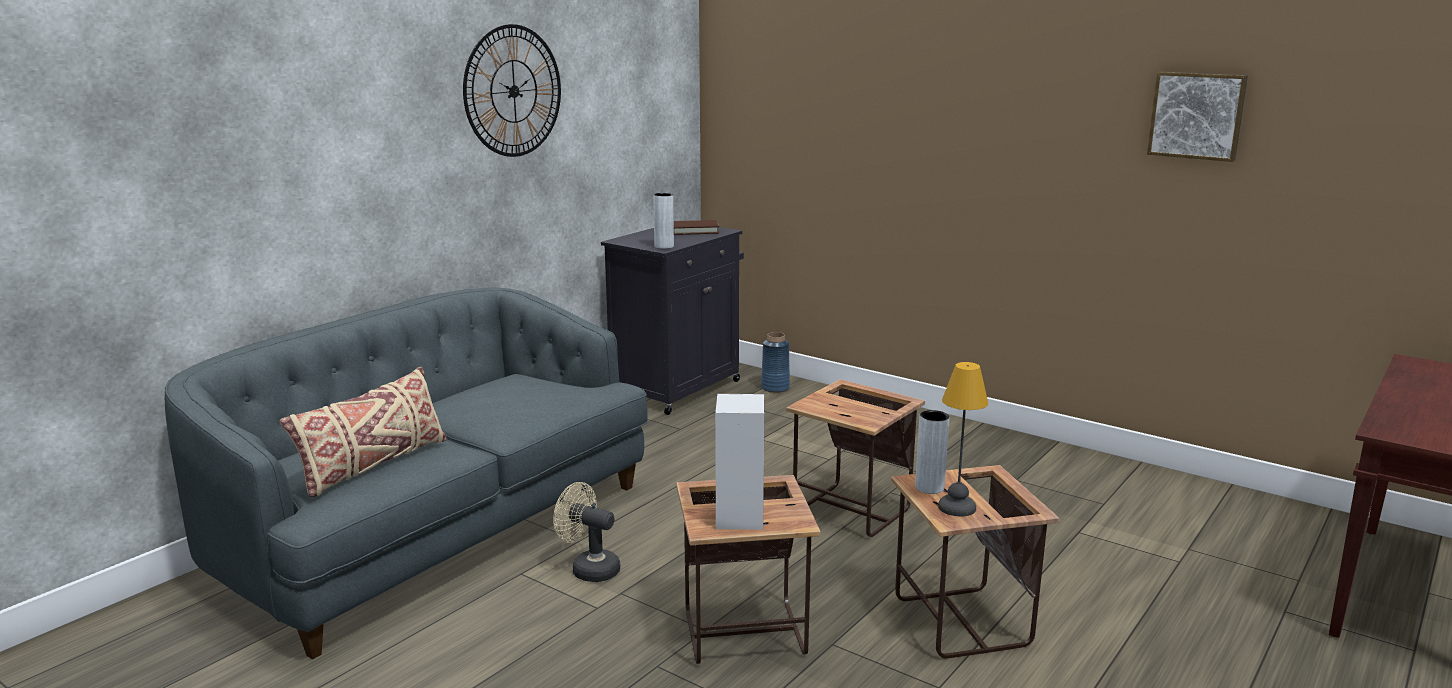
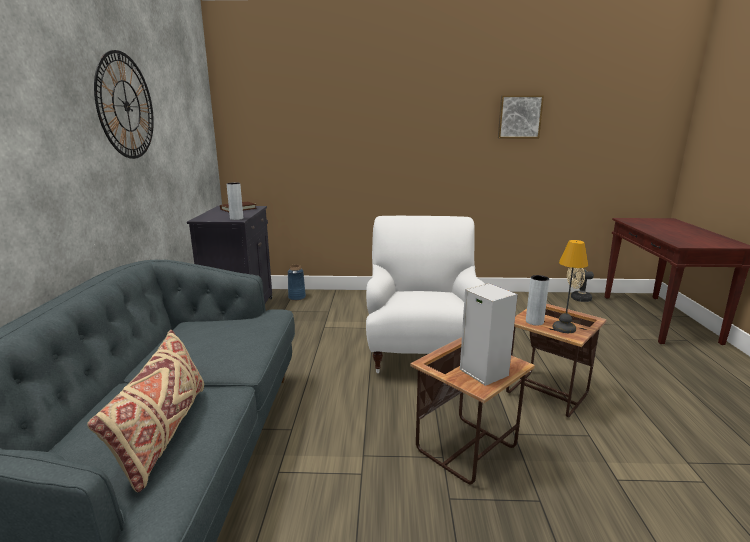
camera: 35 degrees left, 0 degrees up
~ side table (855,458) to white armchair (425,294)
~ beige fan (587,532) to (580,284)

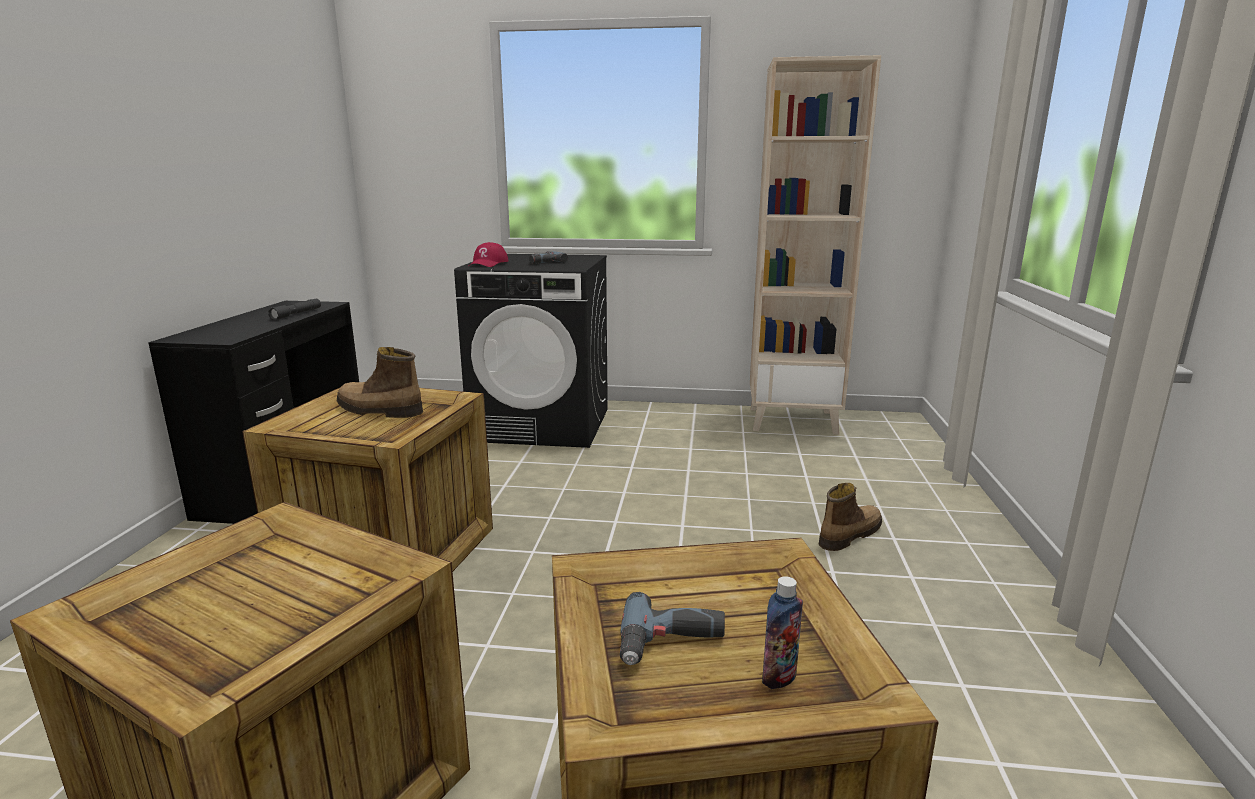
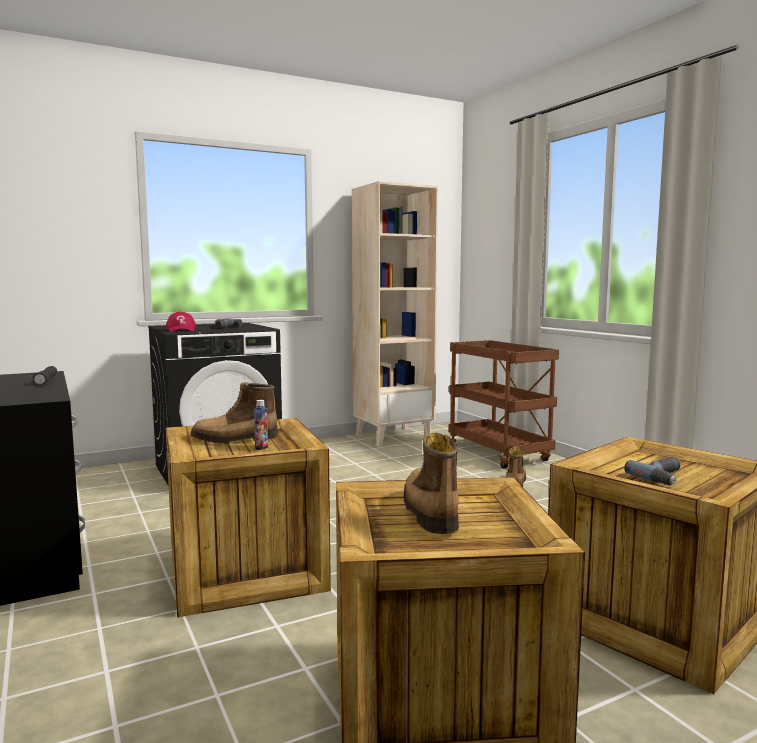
camera: 35 degrees left, 10 degrees down
~ bottle (782,632) to (261,425)
+ boot (431,483)
+ brown cart (504,404)

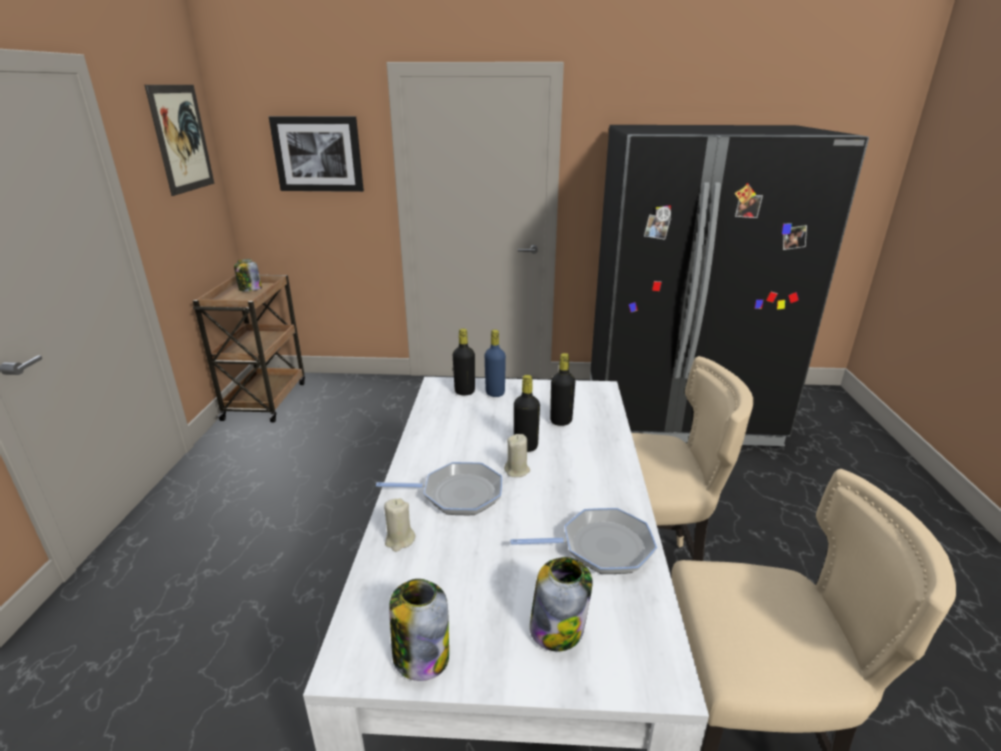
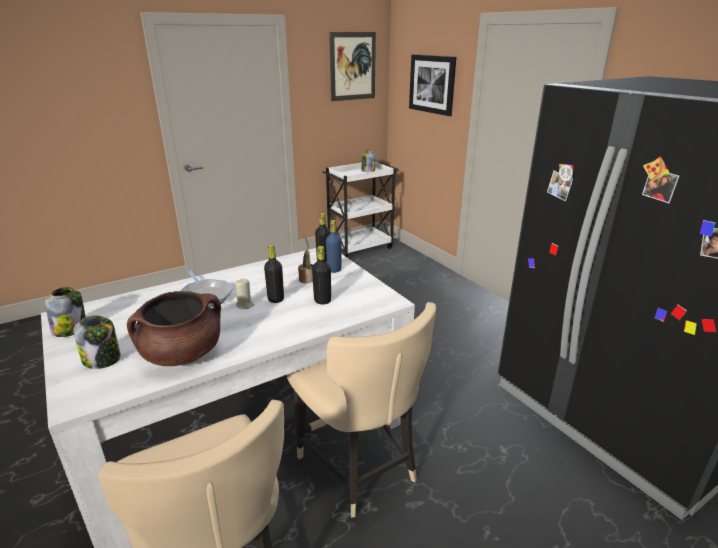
camera: 55 degrees right, 0 degrees up
~ frying pan (583,541) to brown cooking pot (174,328)
+ potted plant (305,258)
~ brown cart (249,348) to white cart (360,209)
- beige candle (399,525)

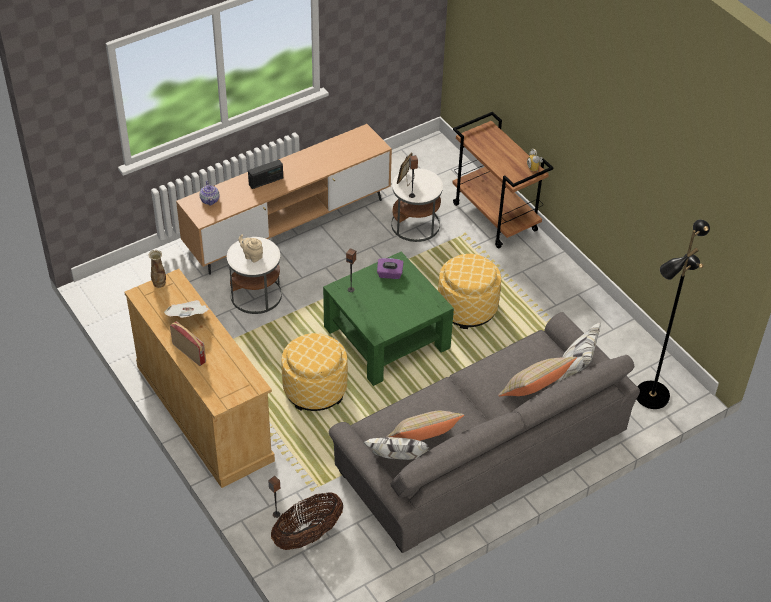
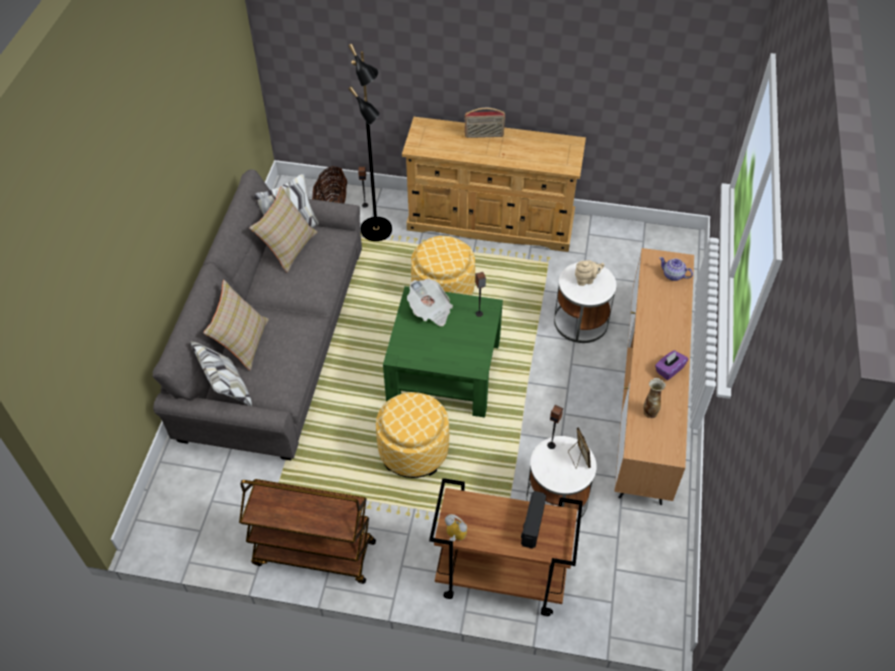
camera: 135 degrees right, 5 degrees up
+ brown cart (307,531)
~ black floor lamp (673,314) to (370,142)
~ newspaper (186,309) to (430,302)
~ radio (265,174) to (533,520)
~ vase (157,269) to (654,398)
~ purple tissue box (390,268) to (671,365)

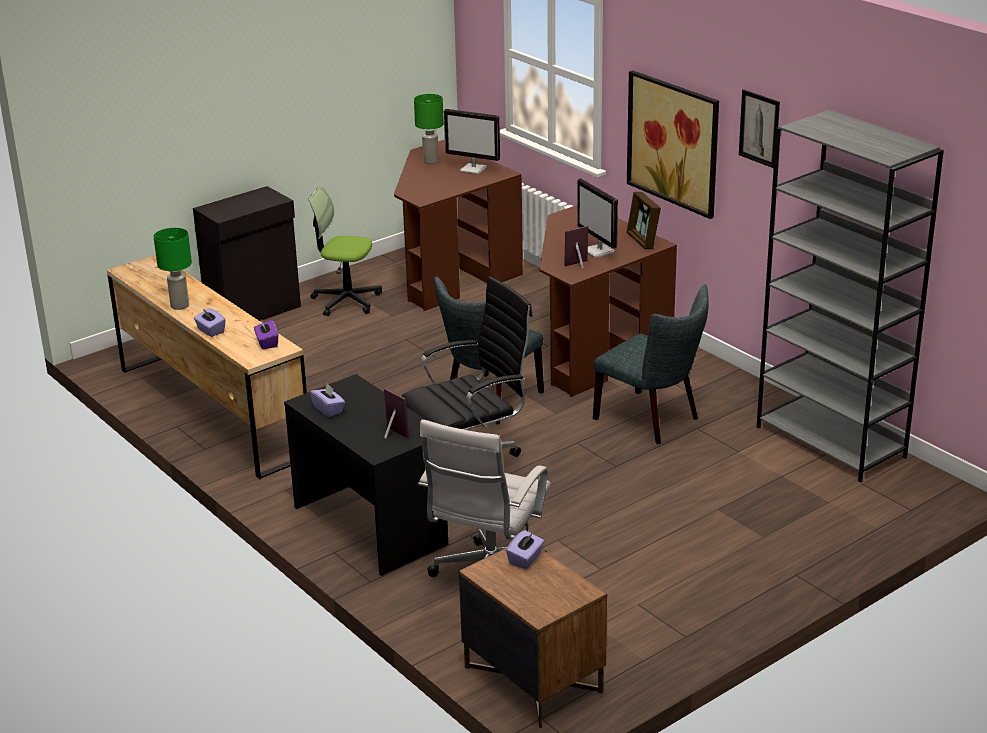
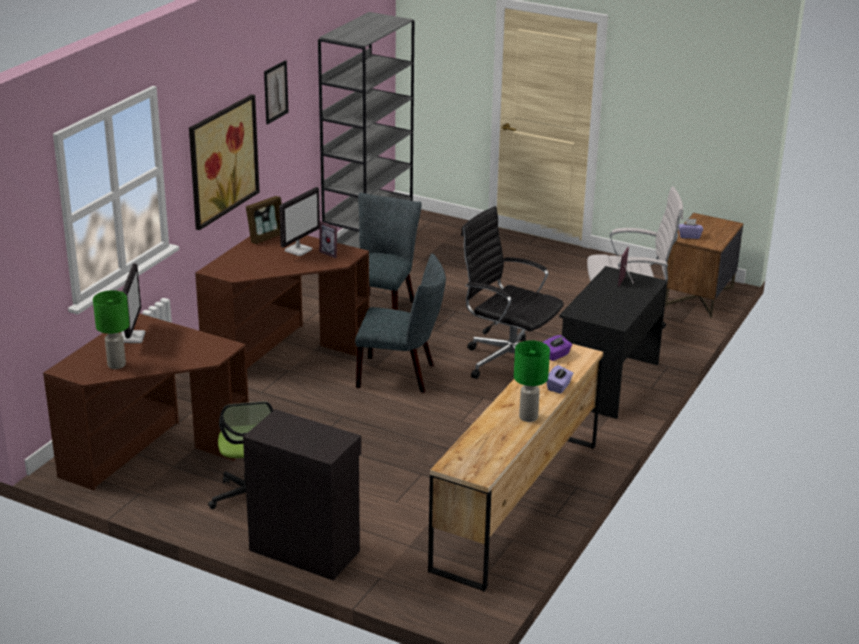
camera: 115 degrees left, 0 degrees up
- purple tissue box (327,400)

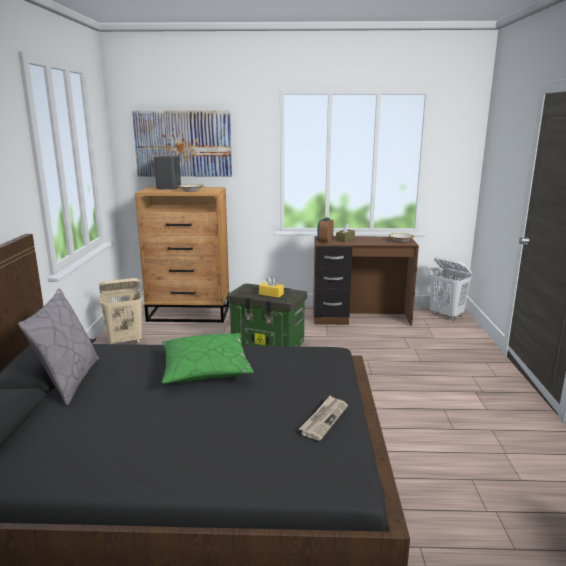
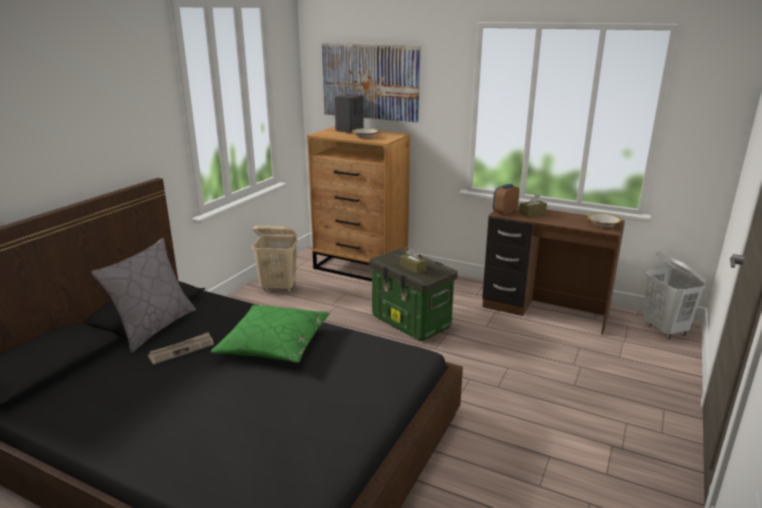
camera: 25 degrees right, 5 degrees up
~ newspaper (323,418) to (181,348)
~ yellow tissue box (271,287) to brown tissue box (413,261)

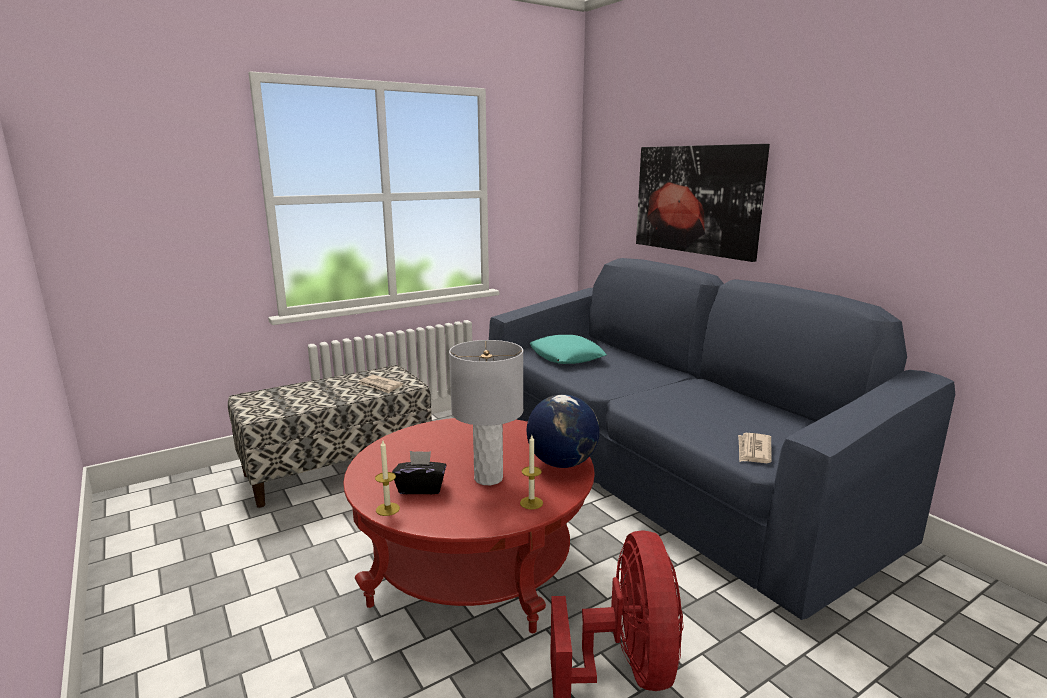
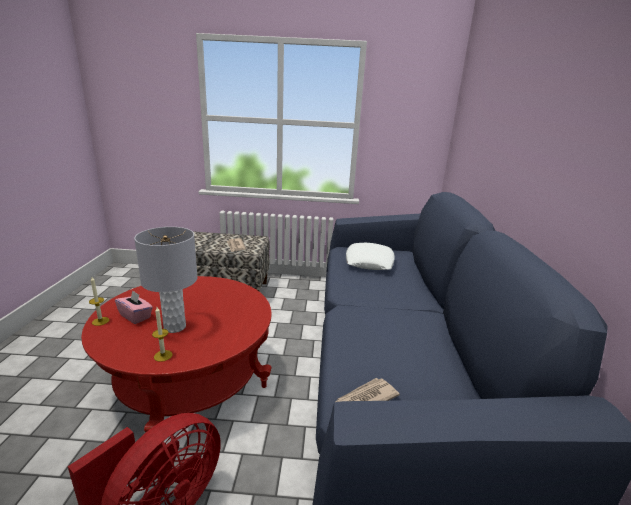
camera: 35 degrees right, 5 degrees up
~ black tissue box (419,472) to pink tissue box (134,307)
~ turquoise pillow (568,349) to white pillow (370,256)
- globe (563,431)
- picture (703,203)

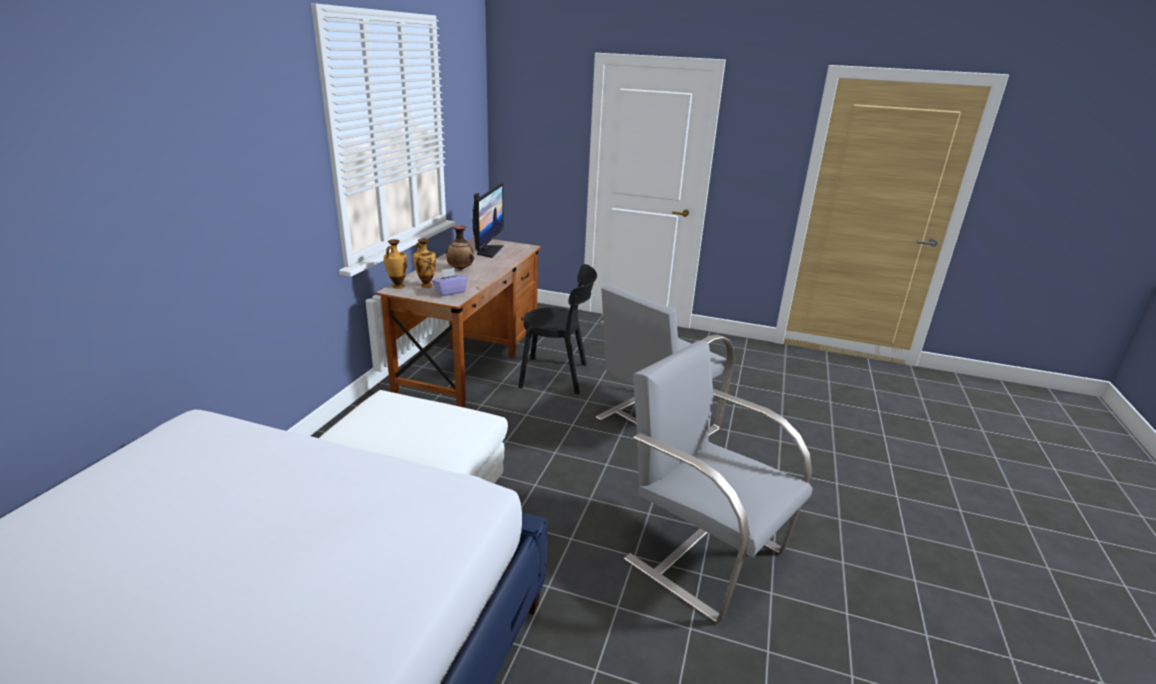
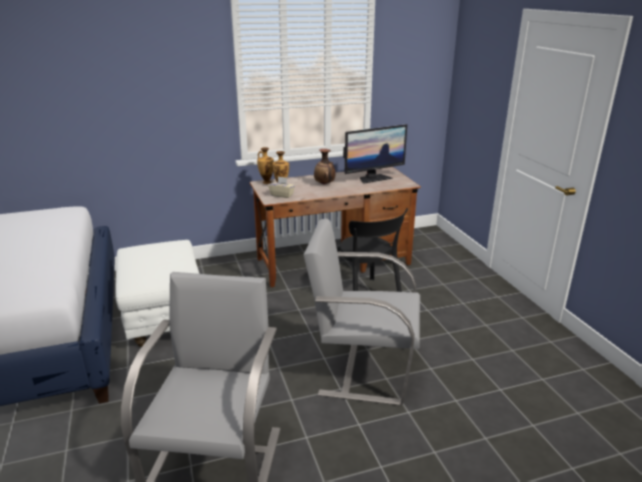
camera: 55 degrees right, 0 degrees up
~ purple tissue box (450,282) to beige tissue box (281,187)

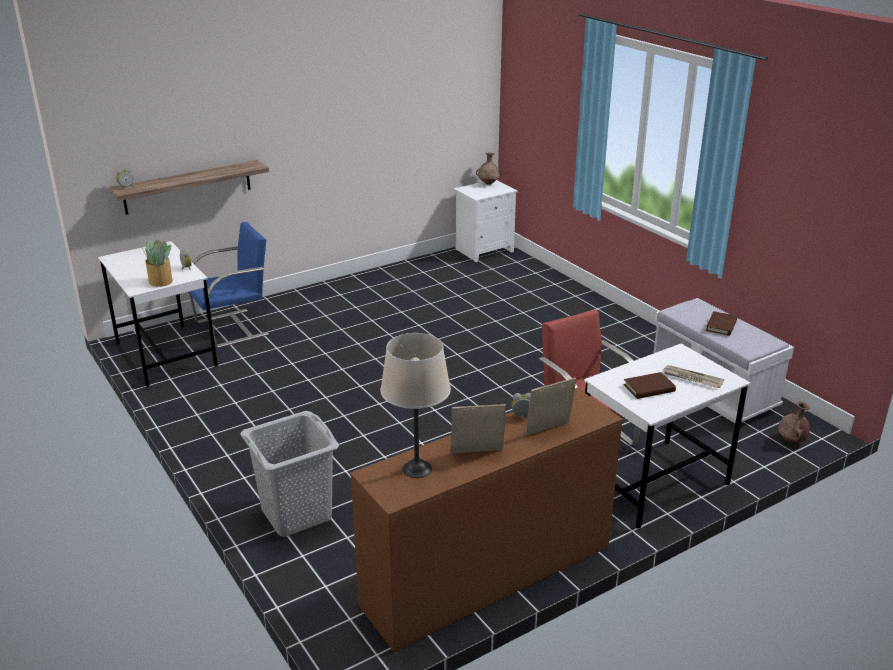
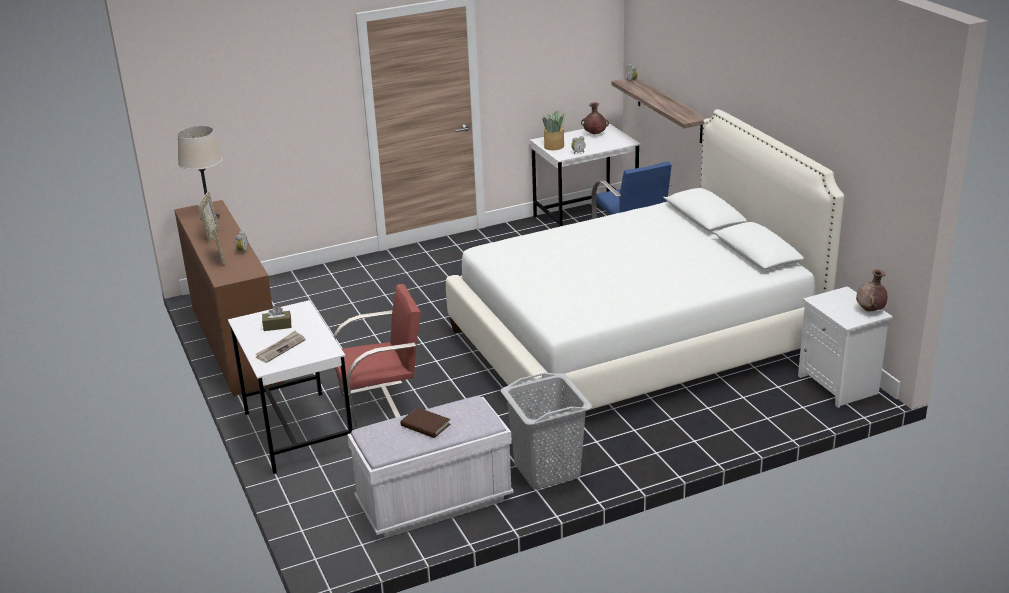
camera: 100 degrees right, 0 degrees up
~ brown book (650,385) to brown tissue box (277,318)
+ white bed (645,260)
~ grey laundry basket (289,474) to (546,430)
~ brown vase (794,422) to (595,118)

